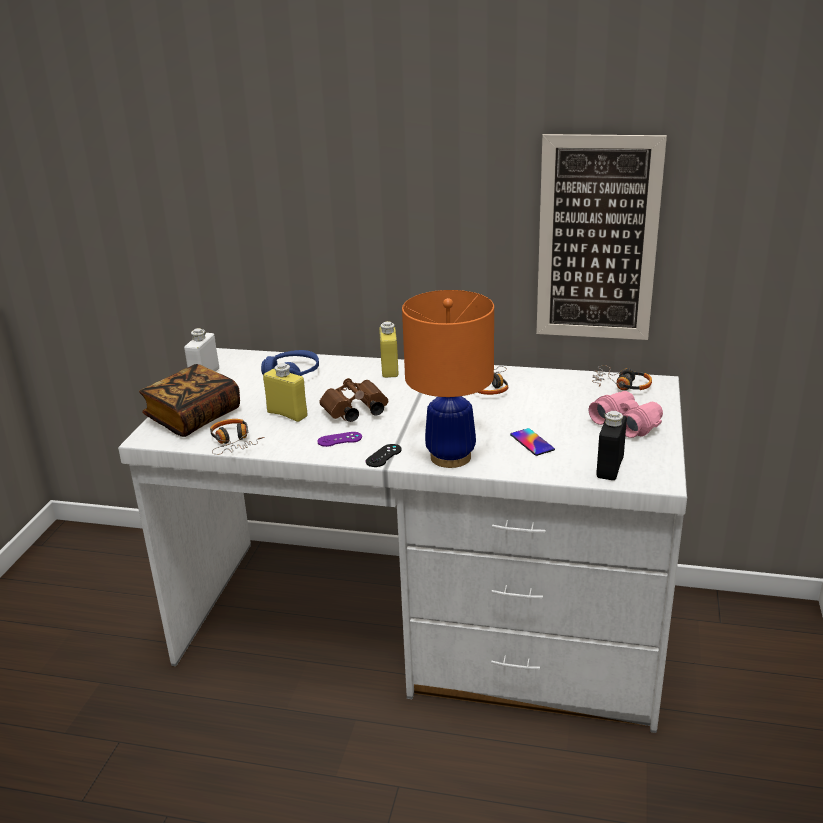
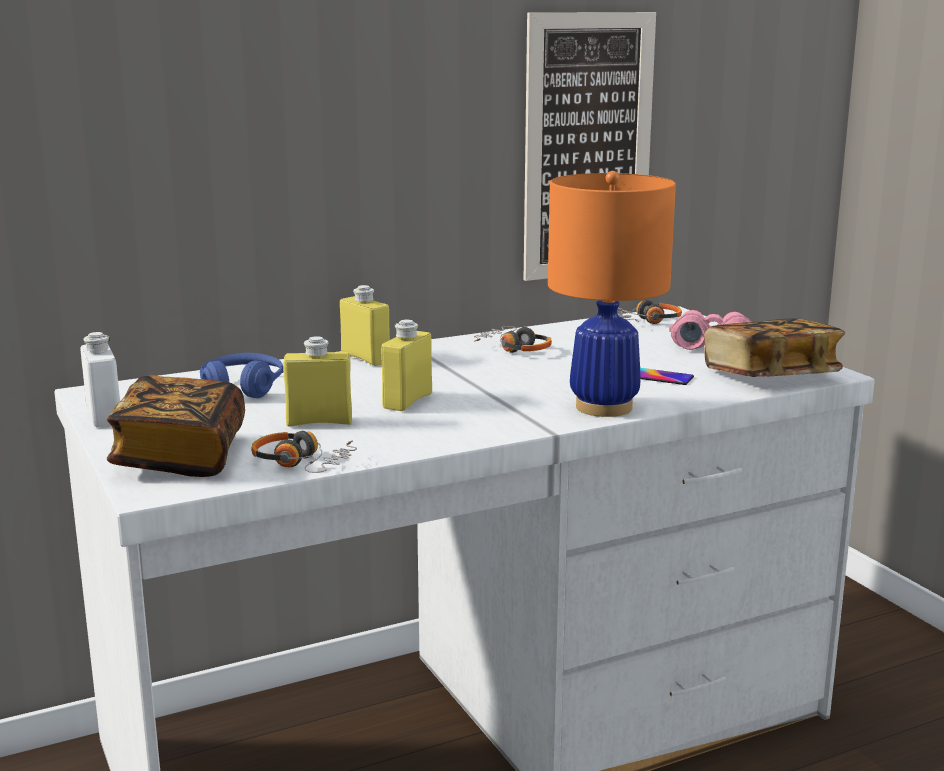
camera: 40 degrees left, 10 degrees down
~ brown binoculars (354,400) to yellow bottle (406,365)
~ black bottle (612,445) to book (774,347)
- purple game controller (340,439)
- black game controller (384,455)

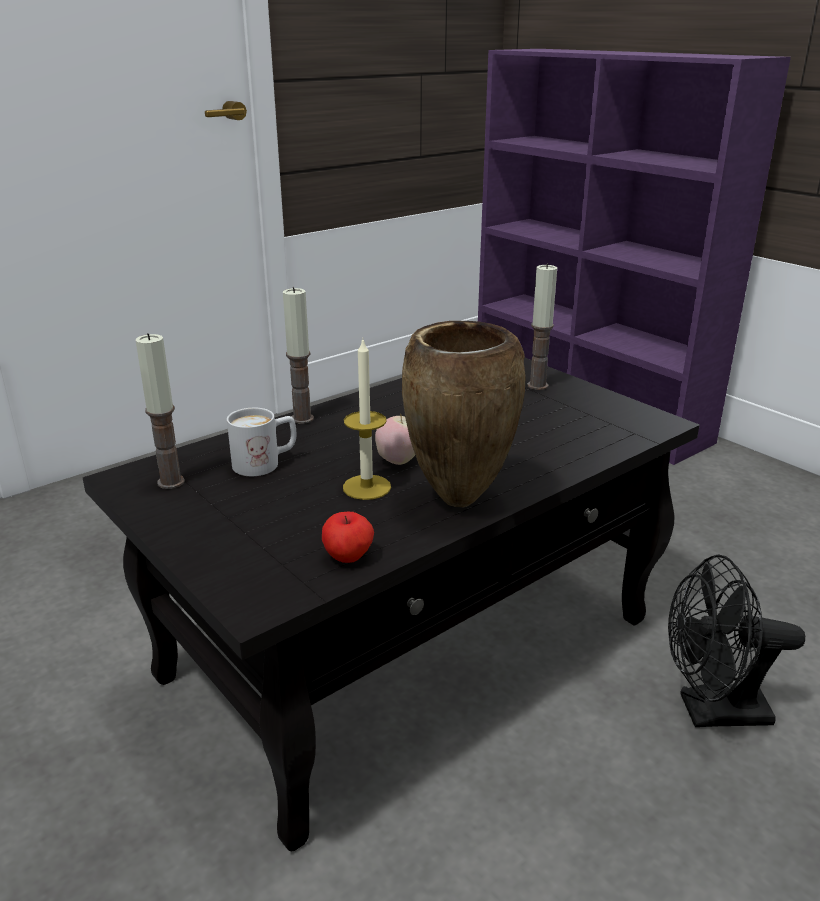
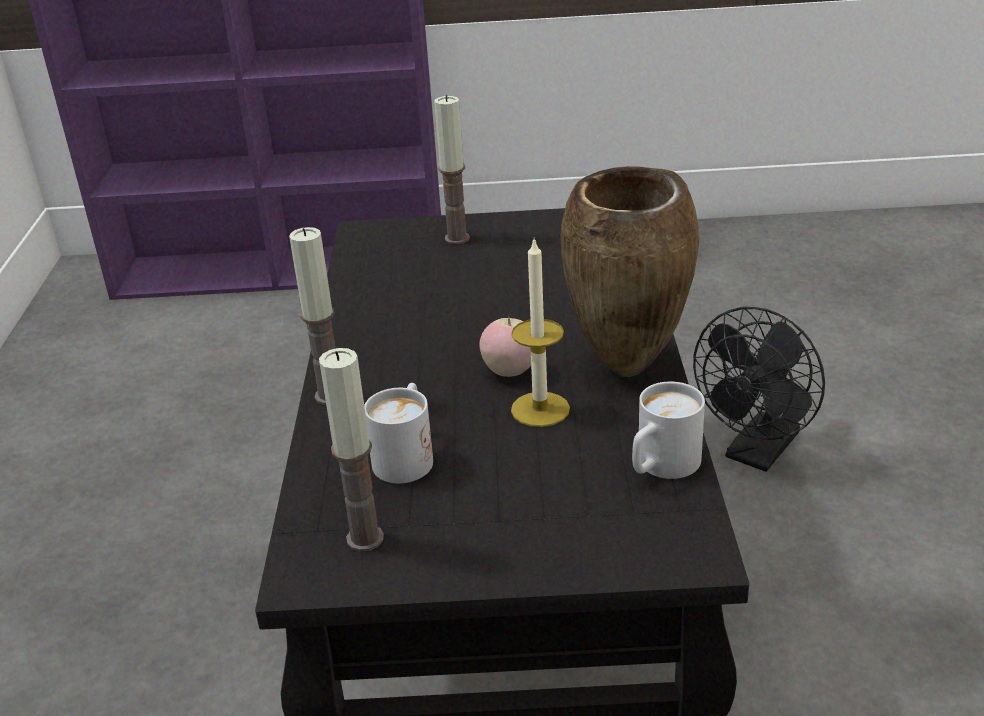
camera: 50 degrees left, 5 degrees up
~ apple (348,537) to white mug (668,430)

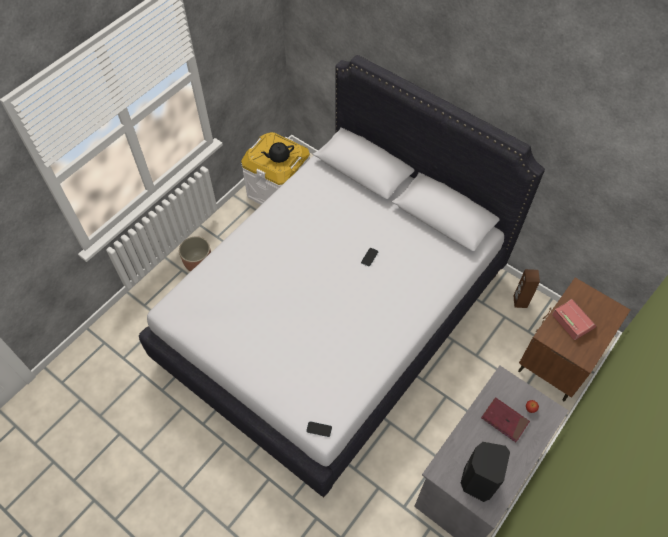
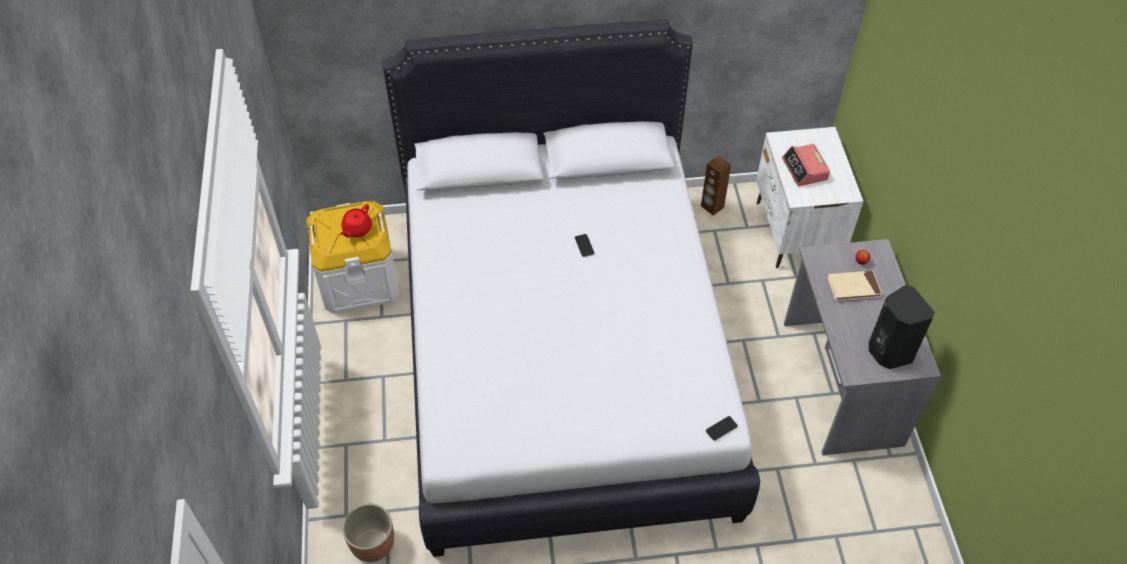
camera: 45 degrees left, 5 degrees down
~ black teapot (277,152) to red teapot (356,220)
~ planter (195,254) to (368,533)
~ brown nightstand (574,339) to white nightstand (809,197)
~ alarm clock (574,319) = (806,165) 120 degrees counterclockwise
~ red book (505,419) to beige book (854,286)

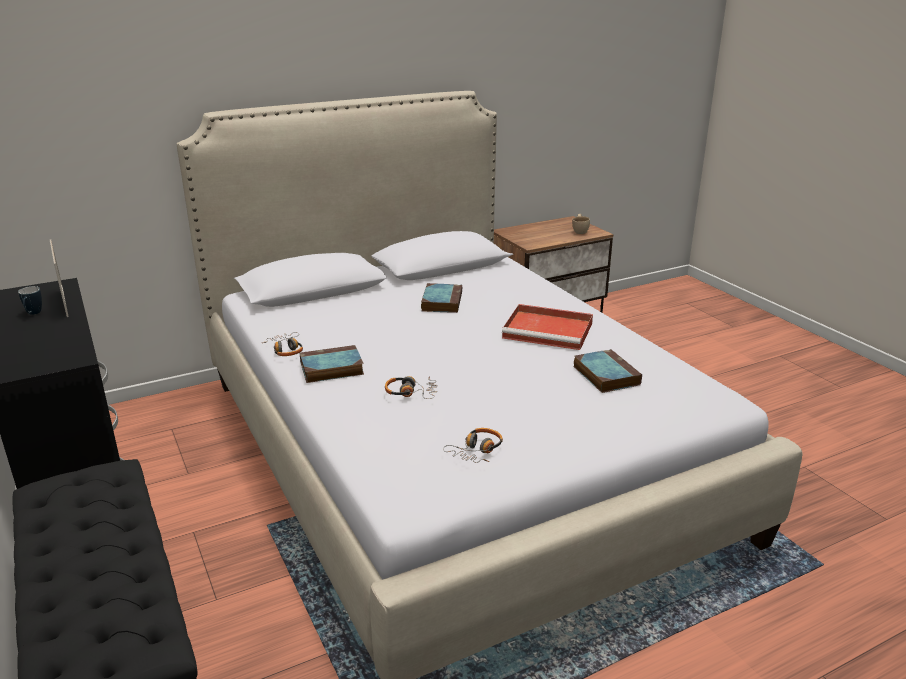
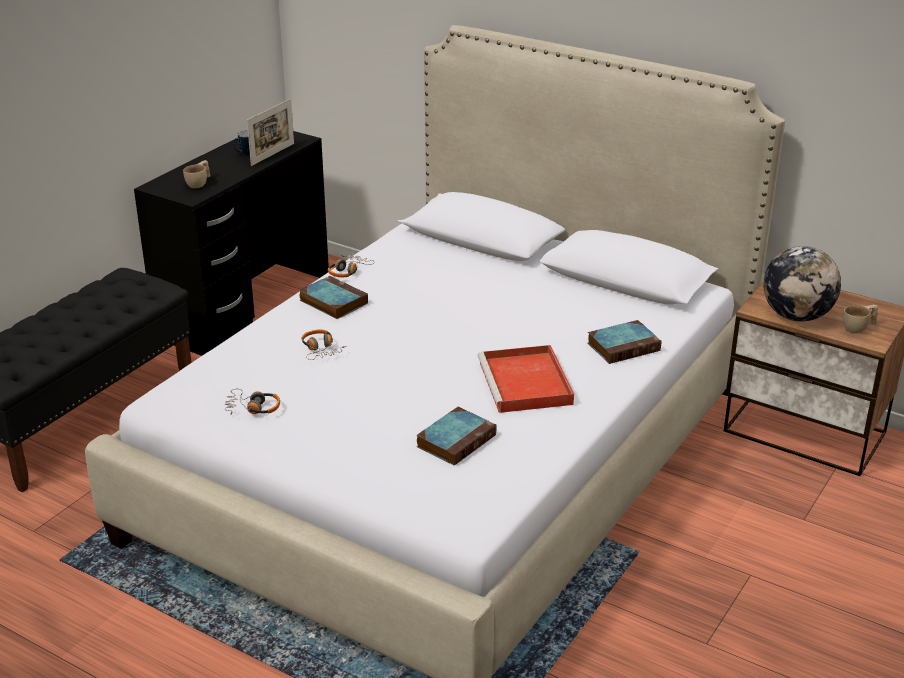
camera: 60 degrees right, 5 degrees up
+ beige cup (197,174)
~ book (441,298) to (625,342)
+ globe (802,284)

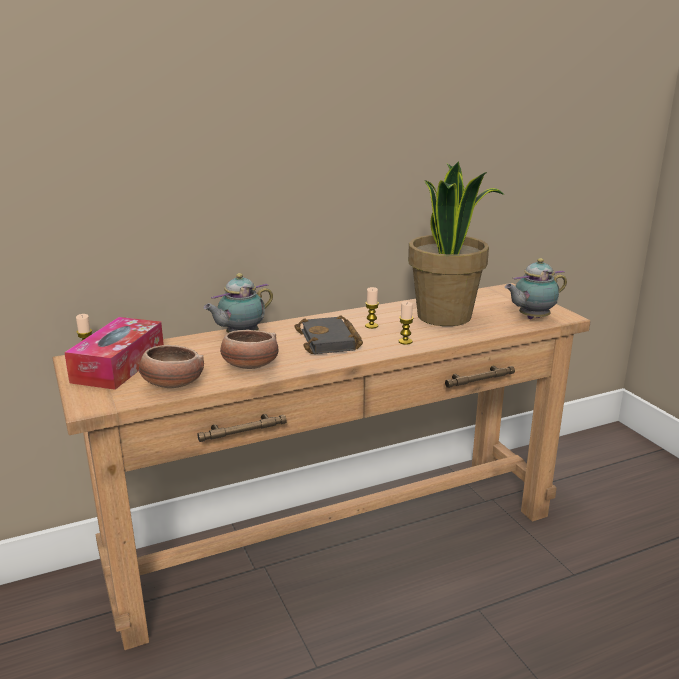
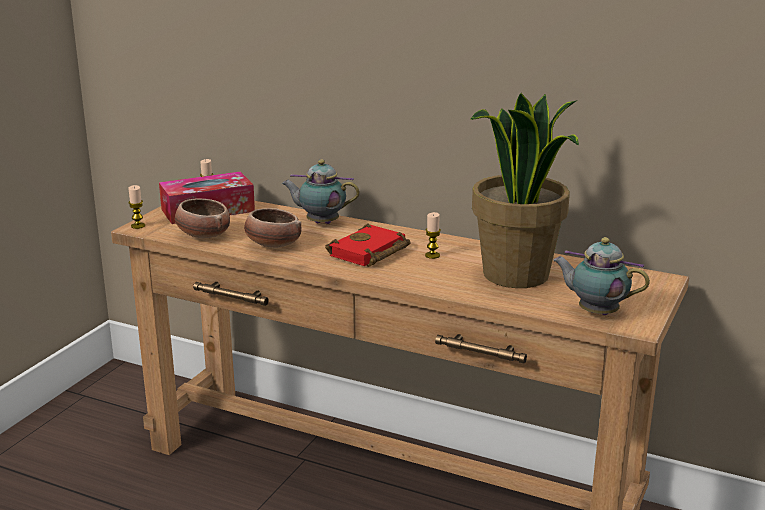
camera: 50 degrees right, 0 degrees up
~ candle (406,323) to (136,207)
~ black book (328,334) to red book (368,245)

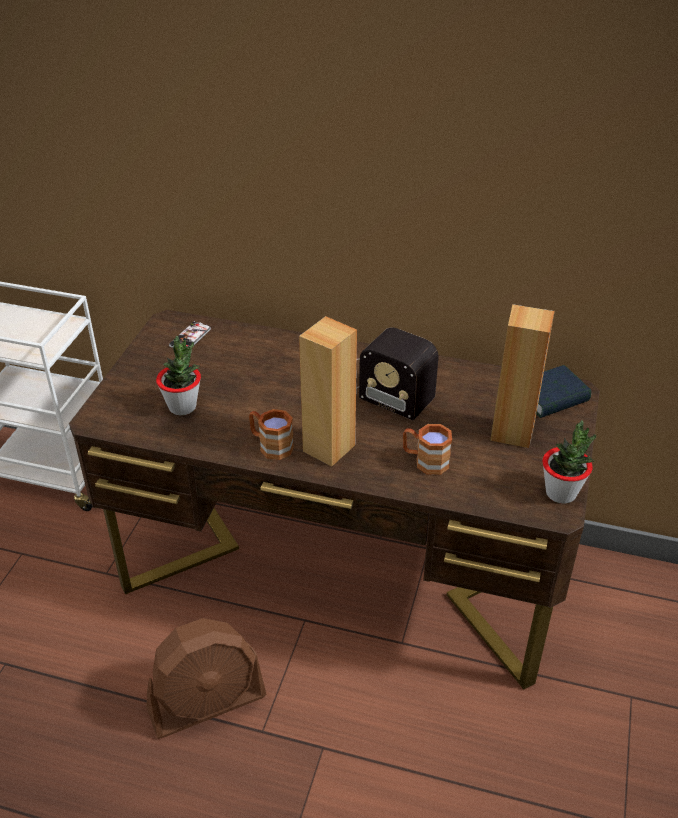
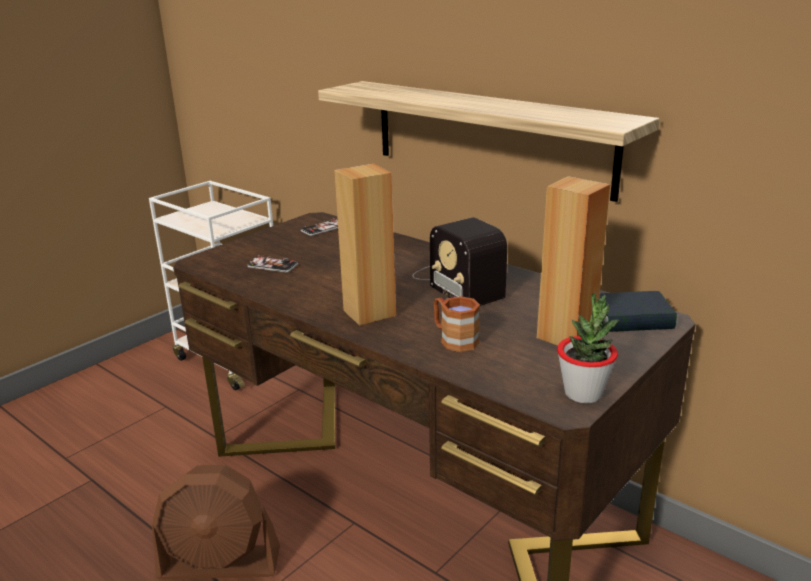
camera: 25 degrees right, 15 degrees down
~ potted plant (178,375) to phone (272,264)
+ shelf (489,141)
- brown mug (271,434)

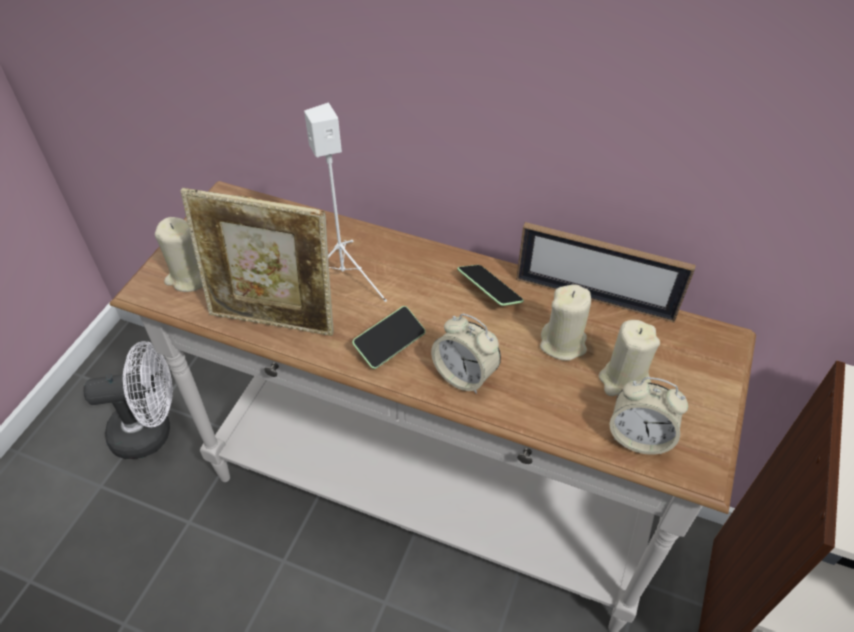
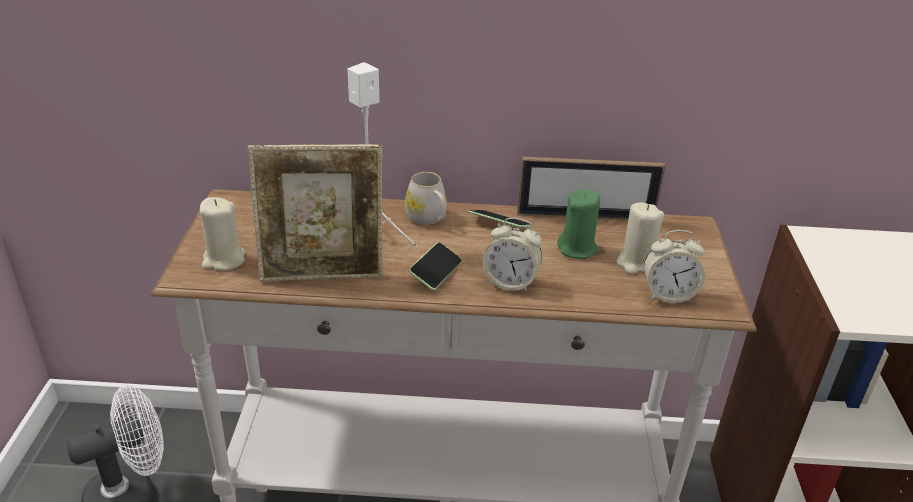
camera: 20 degrees left, 15 degrees down
+ white mug (426,198)
~ beige candle (565,322) to green candle (578,224)

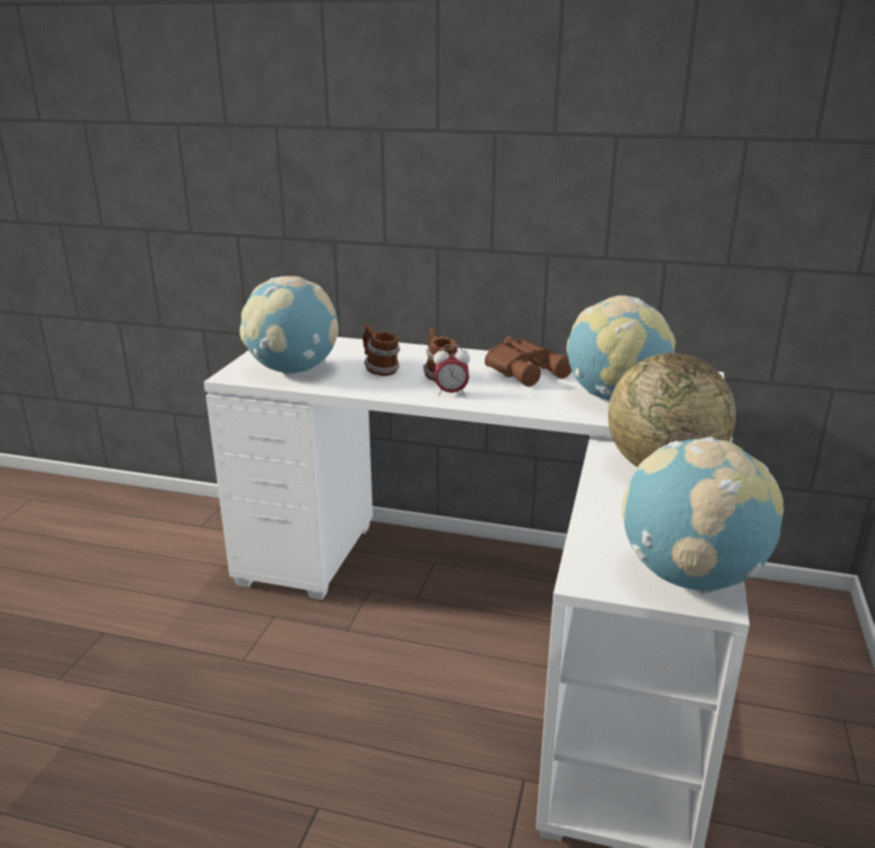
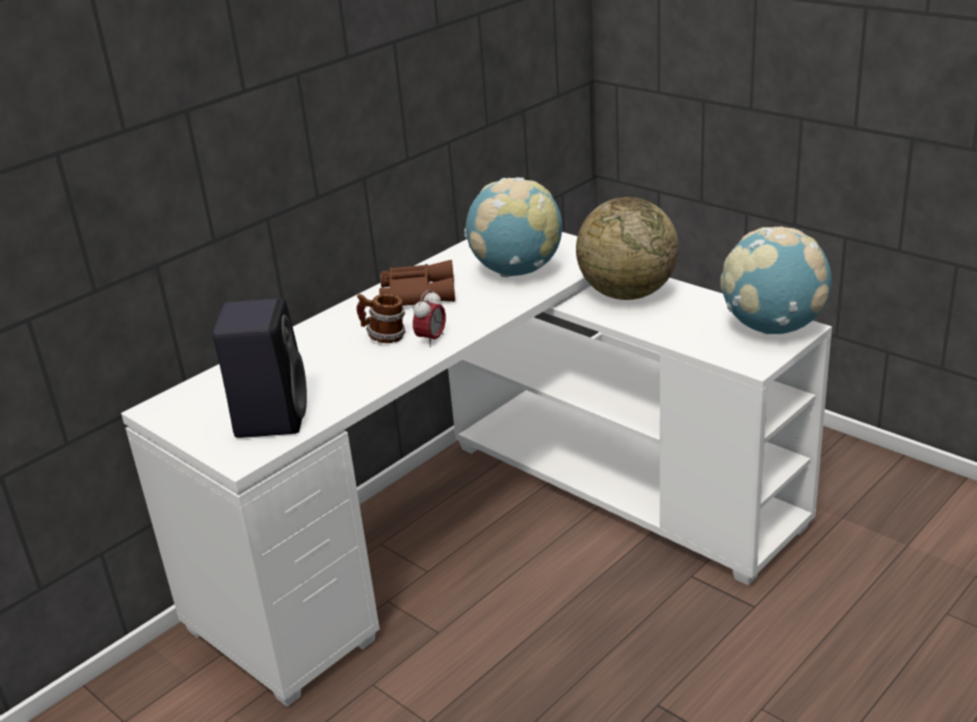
camera: 60 degrees left, 5 degrees up
~ globe (289,325) to black speaker (260,368)
- mug (381,350)

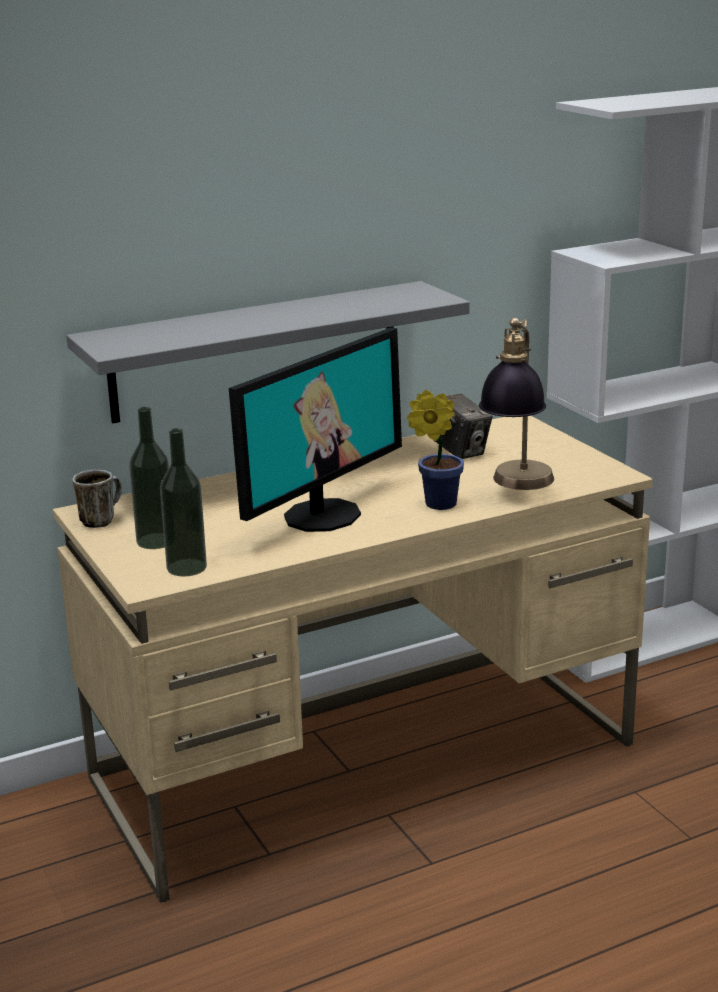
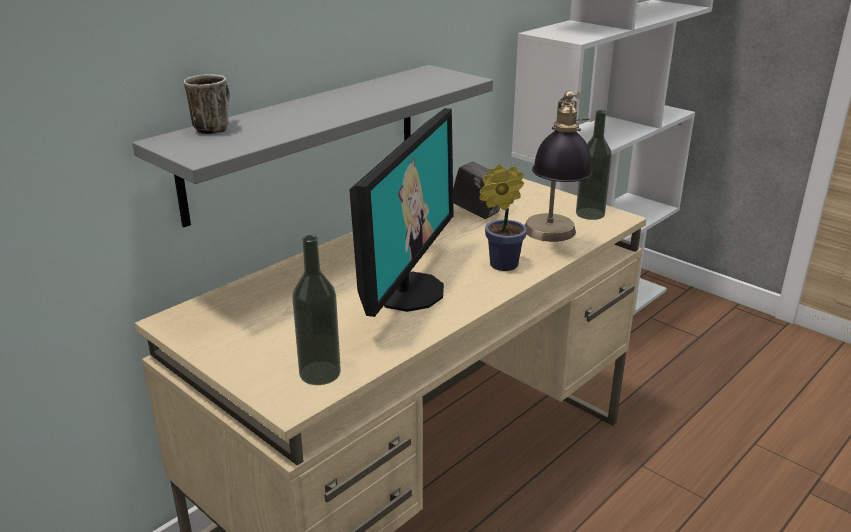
camera: 20 degrees left, 5 degrees up
~ mug (97,499) to (207,104)
~ bottle (149,478) to (594,165)

